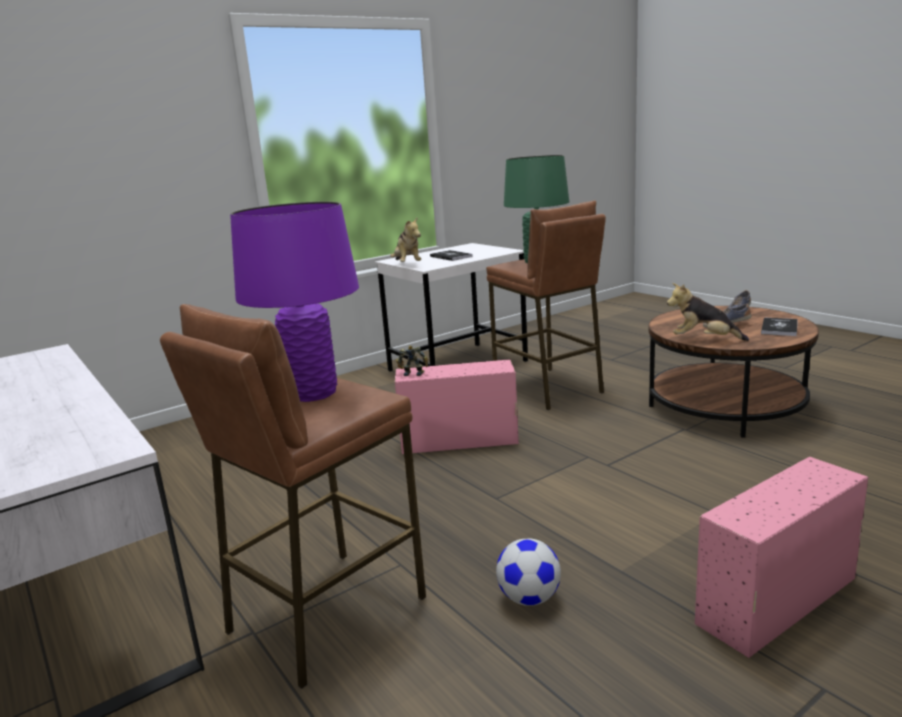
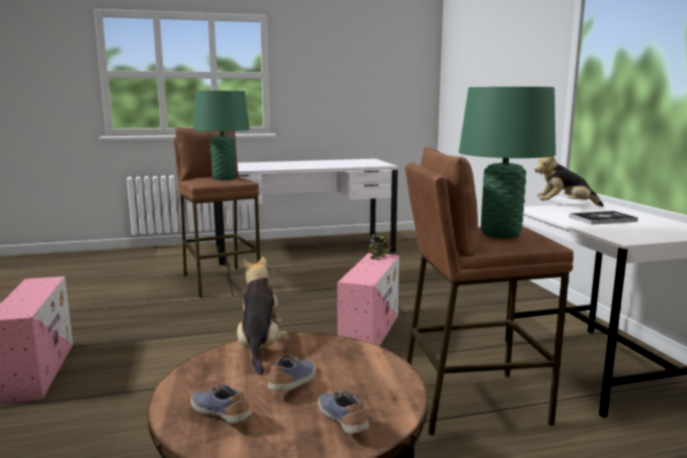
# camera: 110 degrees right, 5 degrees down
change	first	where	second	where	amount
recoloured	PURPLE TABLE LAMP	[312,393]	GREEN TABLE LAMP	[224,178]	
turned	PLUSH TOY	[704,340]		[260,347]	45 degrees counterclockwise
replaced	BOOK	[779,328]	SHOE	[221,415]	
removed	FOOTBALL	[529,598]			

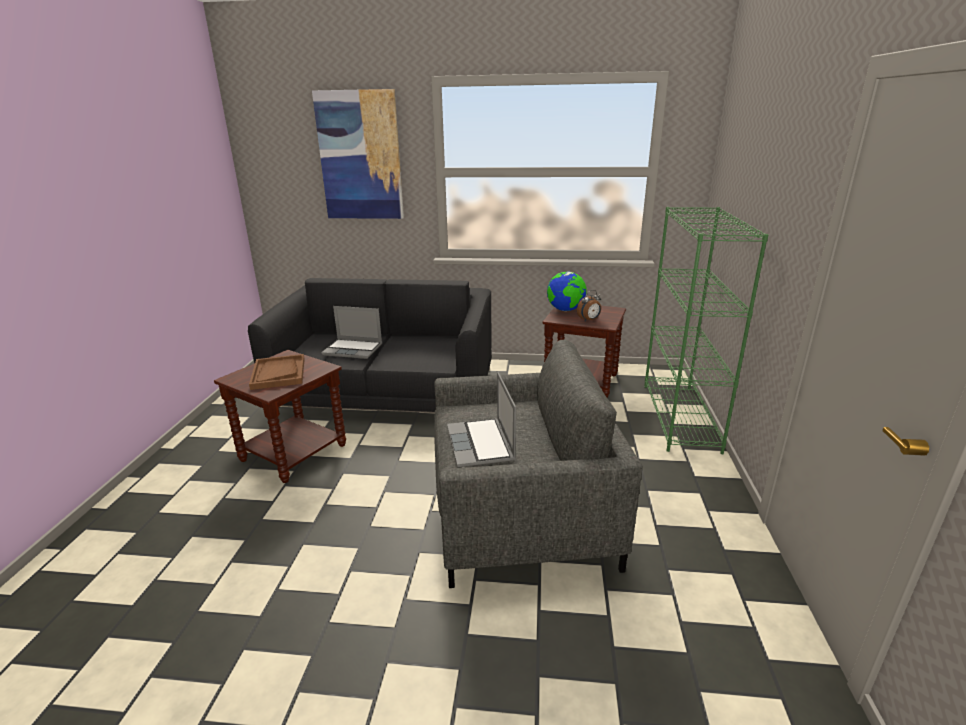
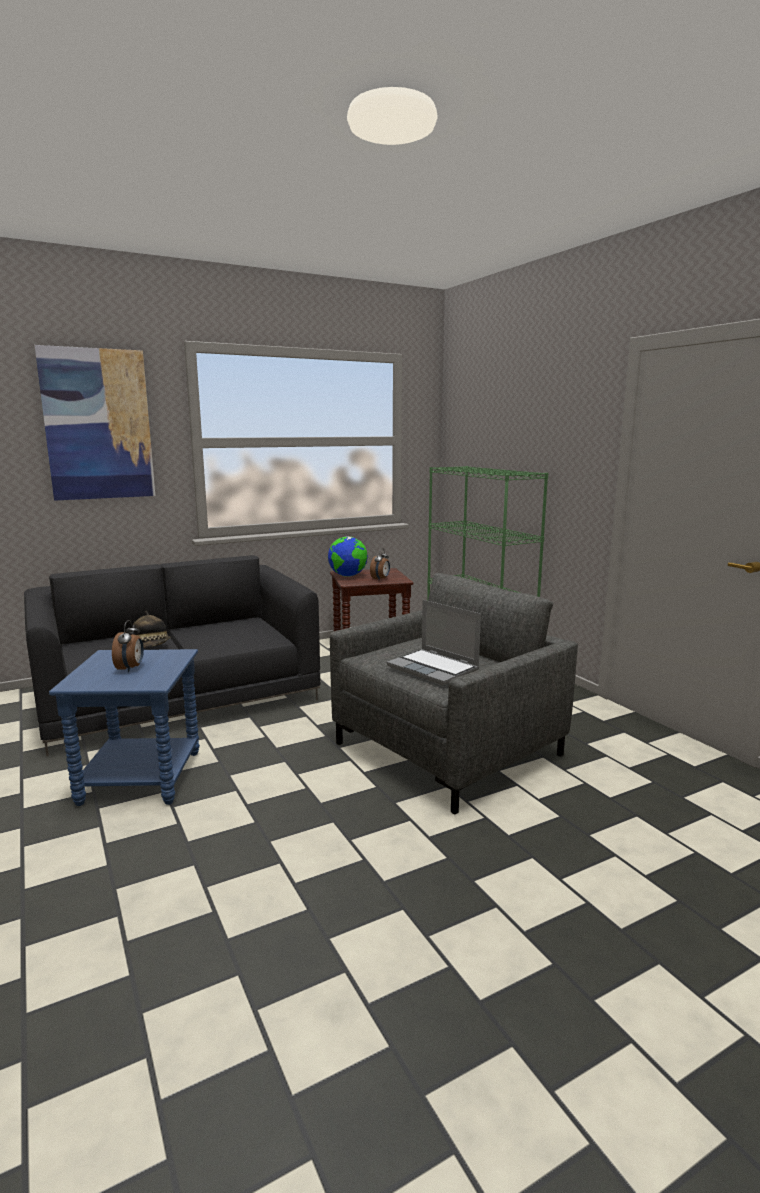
# camera: 35 degrees left, 10 degrees down
change	first	where	second	where	amount
replaced	LAPTOP	[354,349]	HAT	[151,647]	
recoloured	BROWN SIDE TABLE	[294,453]	BLUE SIDE TABLE	[142,778]	
replaced	BROWN TRAY	[278,373]	ALARM CLOCK	[130,668]	

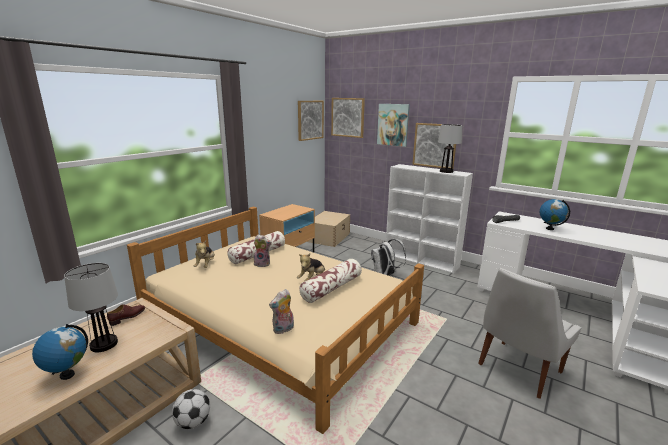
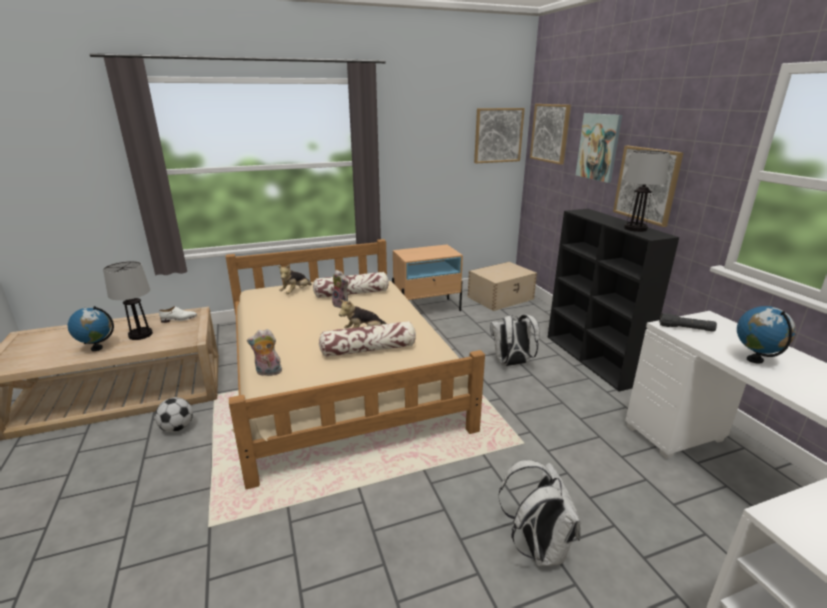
# camera: 35 degrees right, 5 degrees up
change	first	where	second	where	amount
recoloured	WHITE BOOKCASE	[422,260]	BLACK BOOKCASE	[592,359]	
replaced	WHITE CHAIR	[517,369]	WHITE BACKPACK	[537,546]	
recoloured	BROWN SHOE	[128,317]	WHITE SHOE	[179,319]	

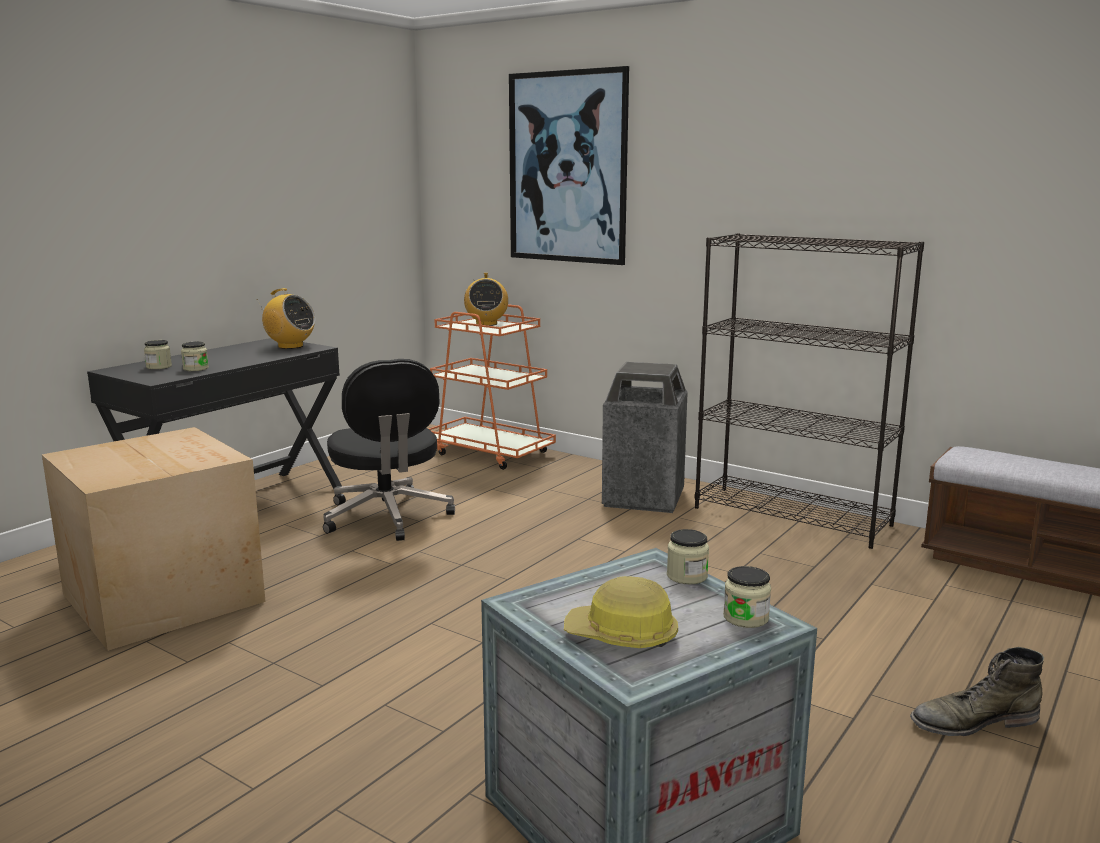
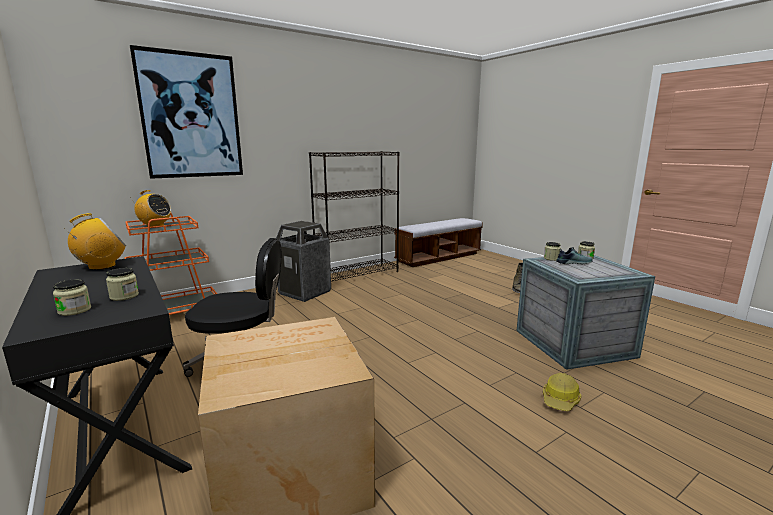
# camera: 70 degrees left, 0 degrees up
change	first	where	second	where	amount
moved	HARD HAT	[622,636]		[560,400]	
added			SHOE	[573,262]	

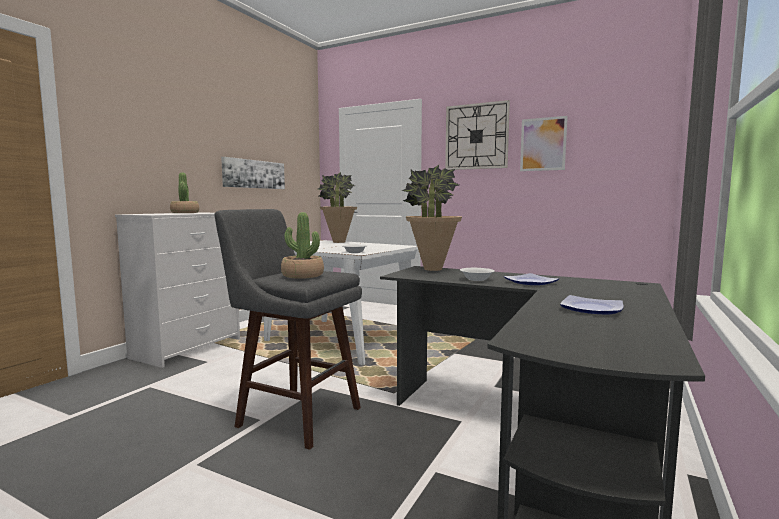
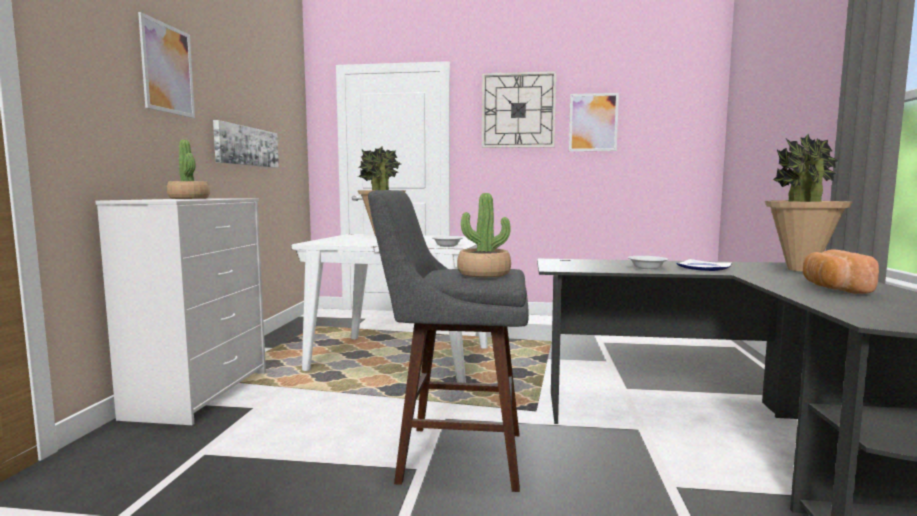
# camera: 20 degrees left, 0 degrees up
change	first	where	second	where	amount
moved	POTTED PLANT	[432,269]		[801,270]	
replaced	PLATE	[592,309]	BREAD	[833,288]	
added			PICTURE	[167,69]	

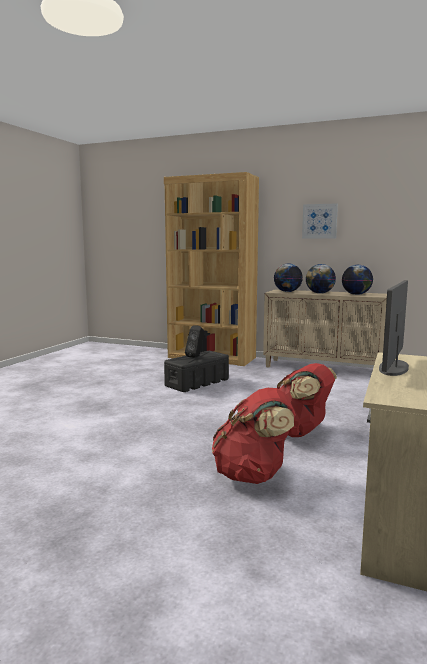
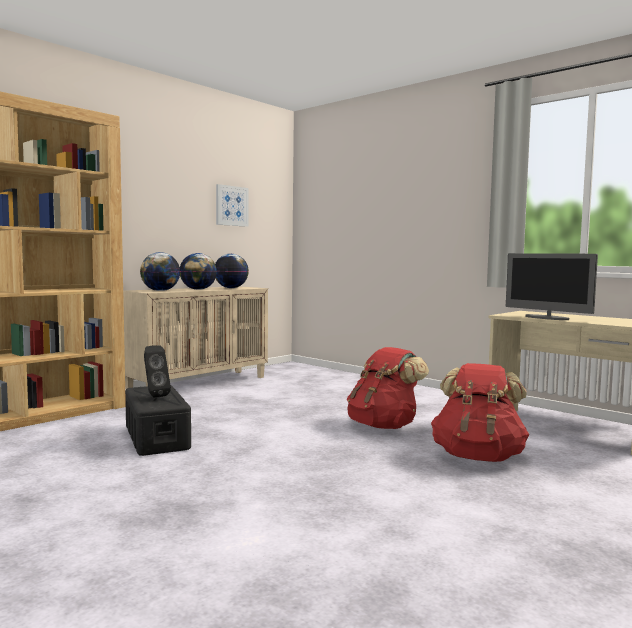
# camera: 70 degrees left, 5 degrees down
change	first	where	second	where	amount
moved	PICTURE	[319,221]		[231,206]	

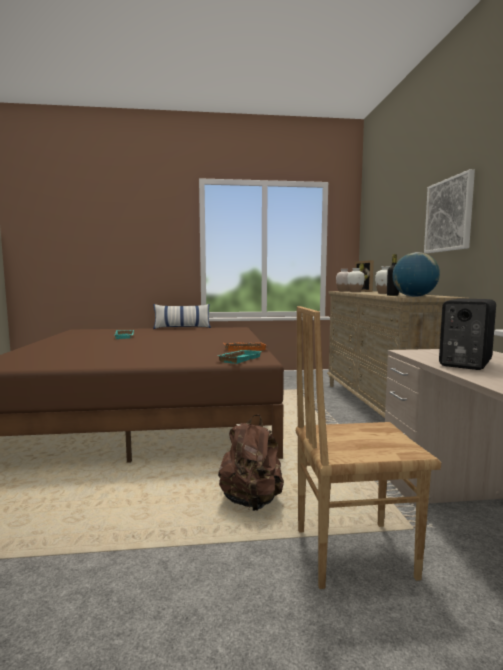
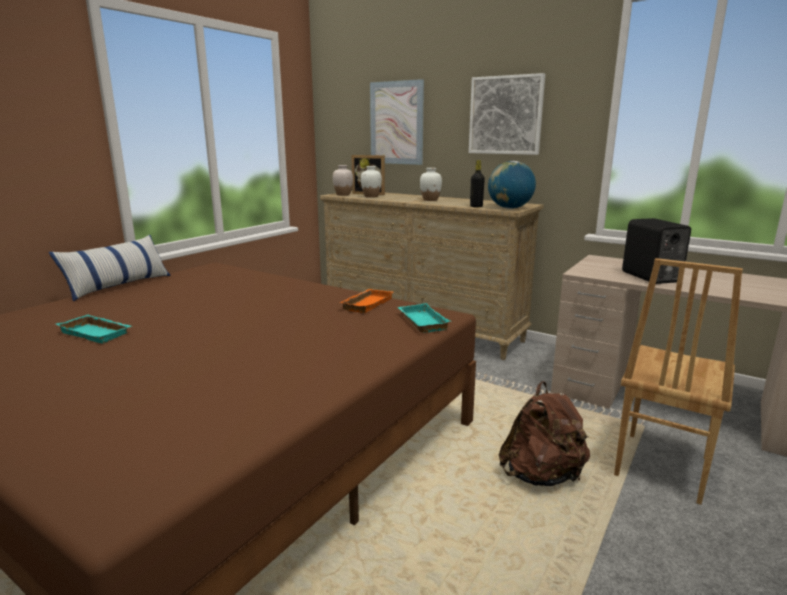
# camera: 50 degrees left, 10 degrees up
change	first	where	second	where	amount
added			PICTURE	[396,123]	

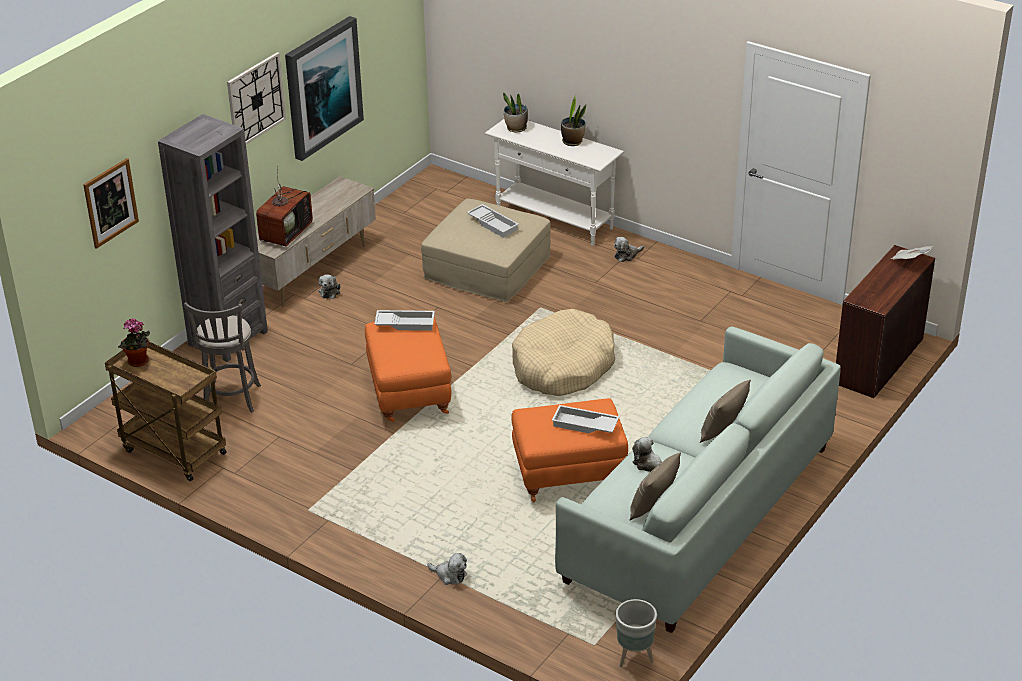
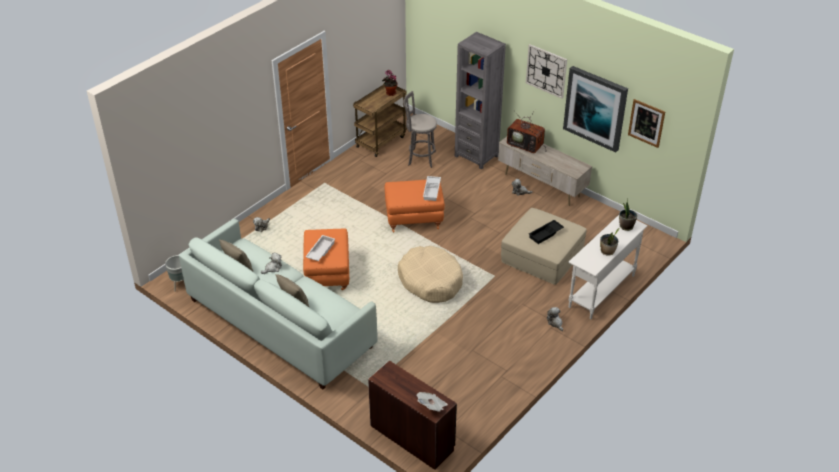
# camera: 95 degrees right, 5 degrees up
change	first	where	second	where	amount
moved	PICTURE	[110,203]		[646,123]	
recoloured	WHITE TRAY	[493,224]	BLACK TRAY	[546,234]	

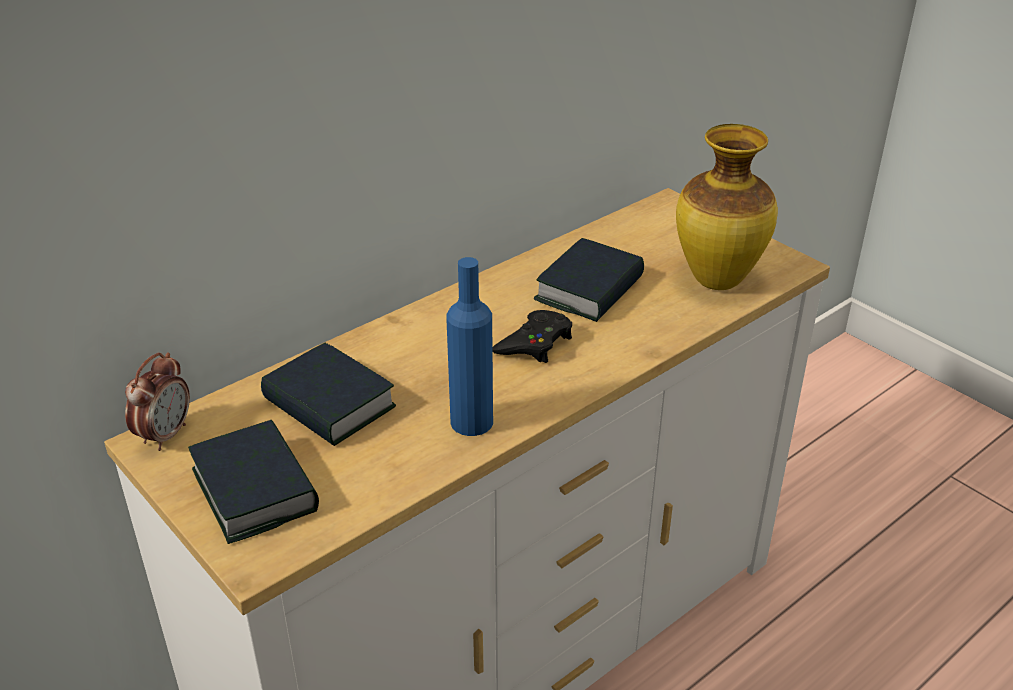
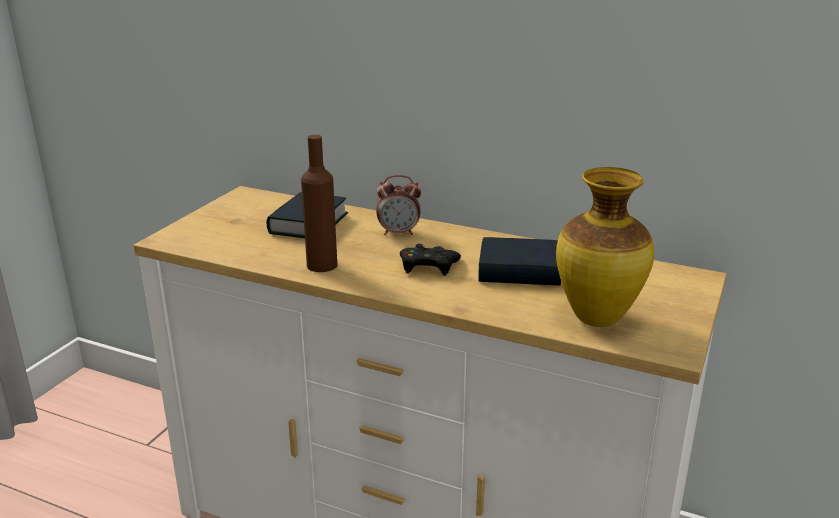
# camera: 65 degrees right, 10 degrees down
change	first	where	second	where	amount
recoloured	BLUE BOTTLE	[471,422]	BROWN BOTTLE	[322,265]	
moved	ALARM CLOCK	[165,435]		[399,232]	
removed	BOOK	[255,490]			

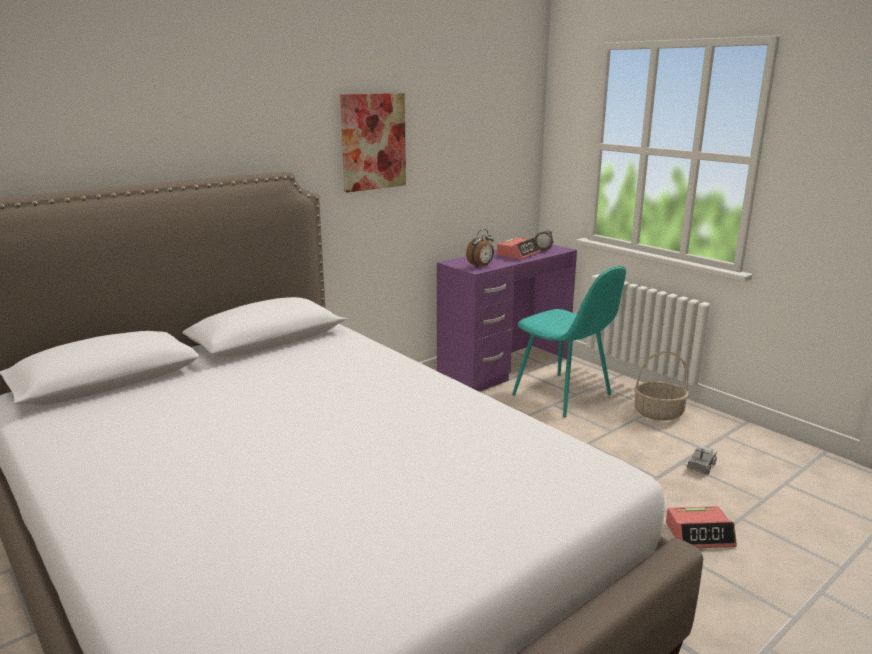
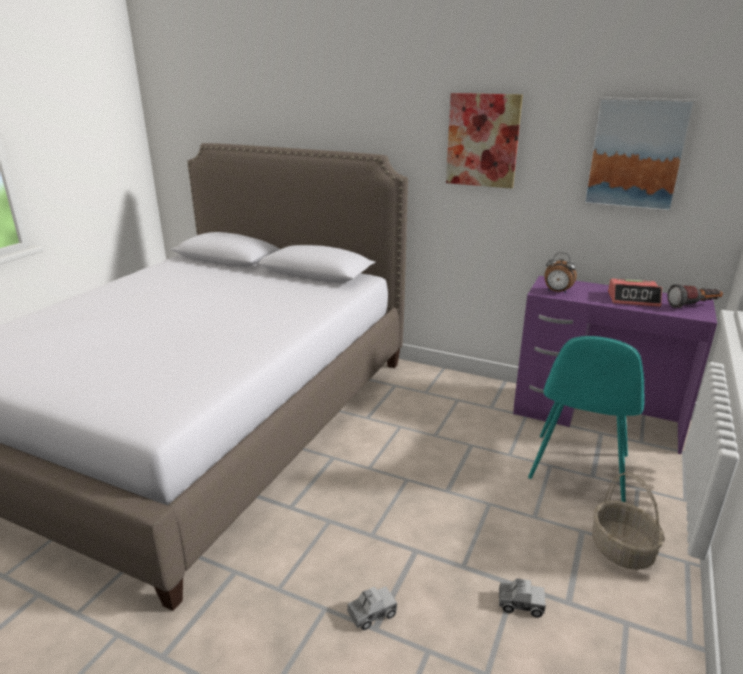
# camera: 65 degrees right, 5 degrees up
change	first	where	second	where	amount
replaced	ALARM CLOCK	[699,534]	TOY TRUCK	[372,614]	
added			PICTURE	[636,154]	

